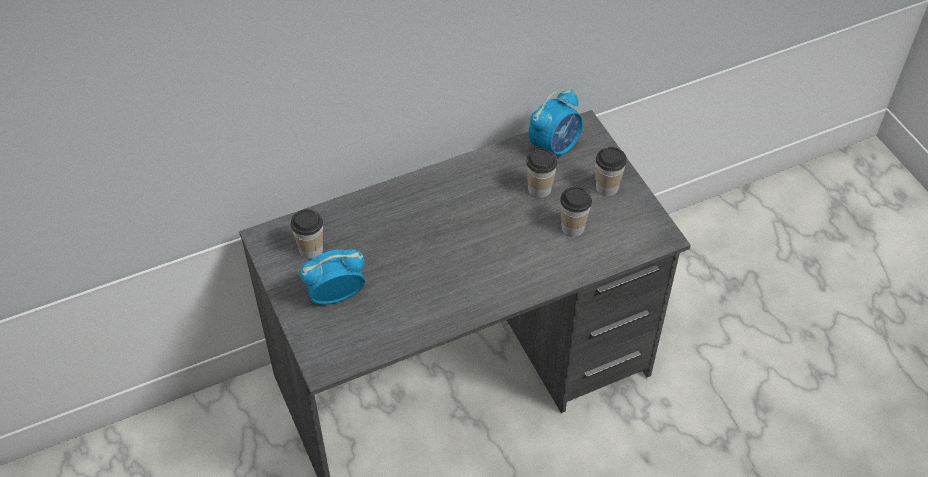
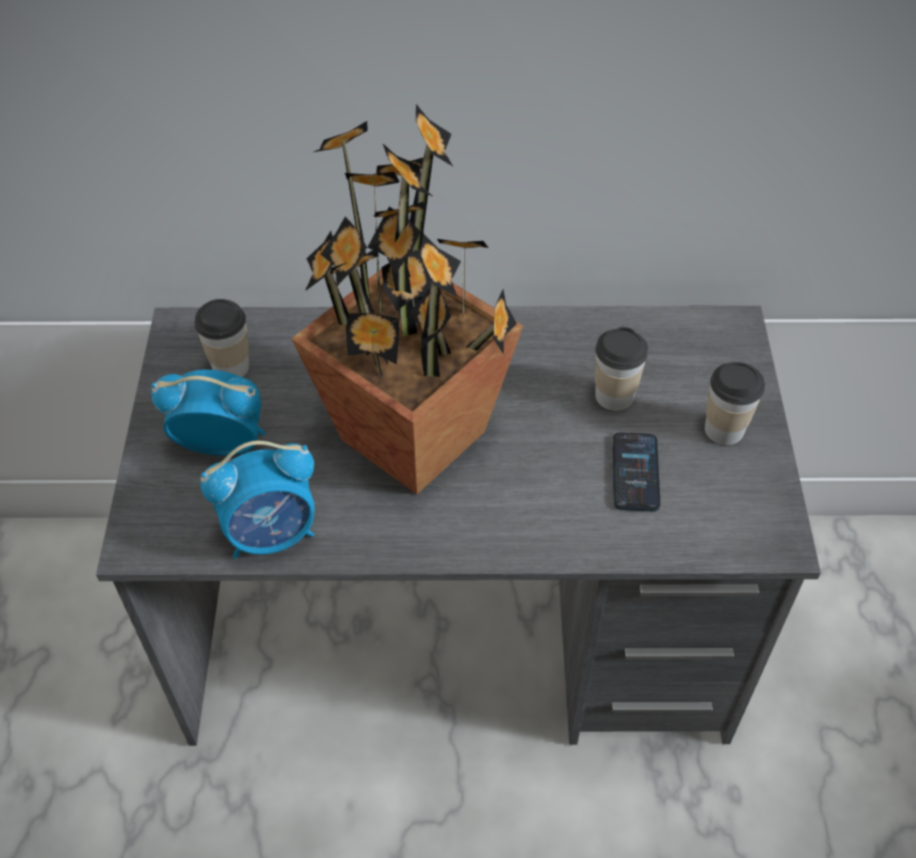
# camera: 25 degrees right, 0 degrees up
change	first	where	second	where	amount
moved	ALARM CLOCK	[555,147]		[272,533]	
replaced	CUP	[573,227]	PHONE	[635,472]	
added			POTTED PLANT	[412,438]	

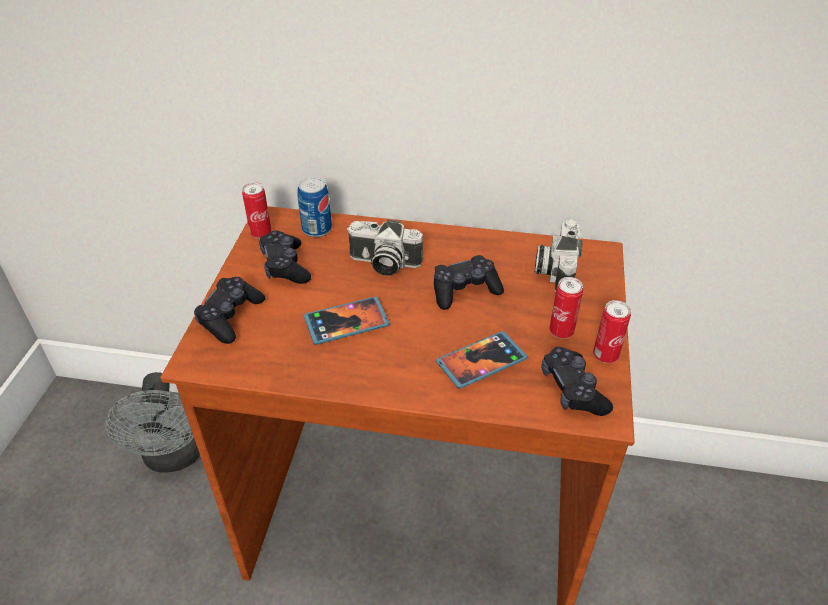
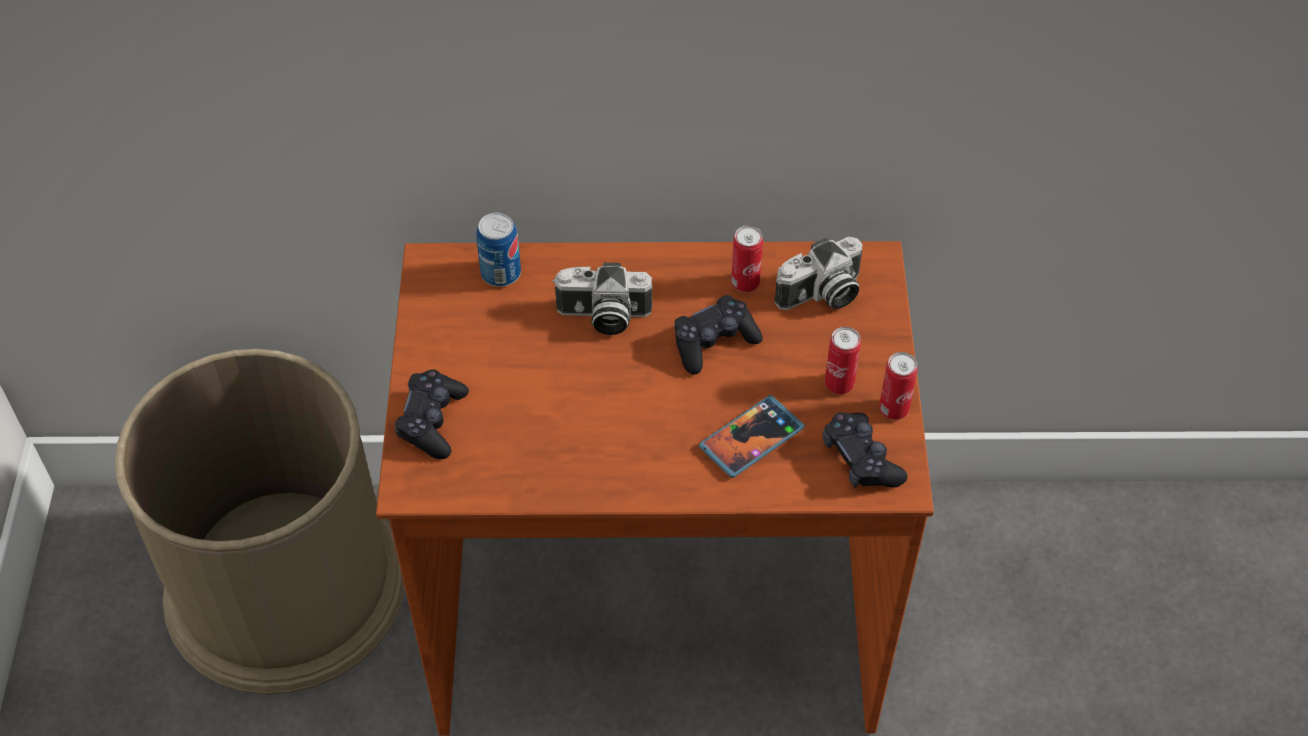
# camera: 10 degrees left, 10 degrees up
change	first	where	second	where	amount
moved	CAN	[261,233]		[745,283]	
turned	PHOTO CAMERA	[555,269]		[821,295]	120 degrees counterclockwise
removed	BLACK GAME CONTROLLER	[285,266]			
removed	PHONE	[346,323]			
replaced	GREY FAN	[173,457]	BROWN TRASH CAN	[286,584]	

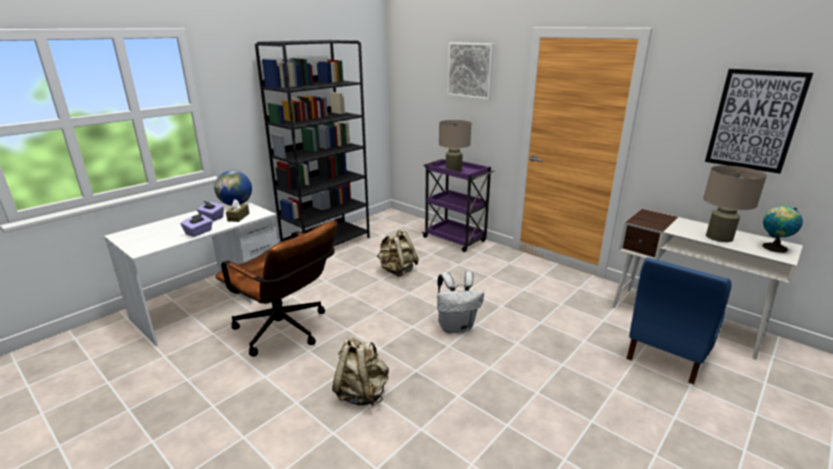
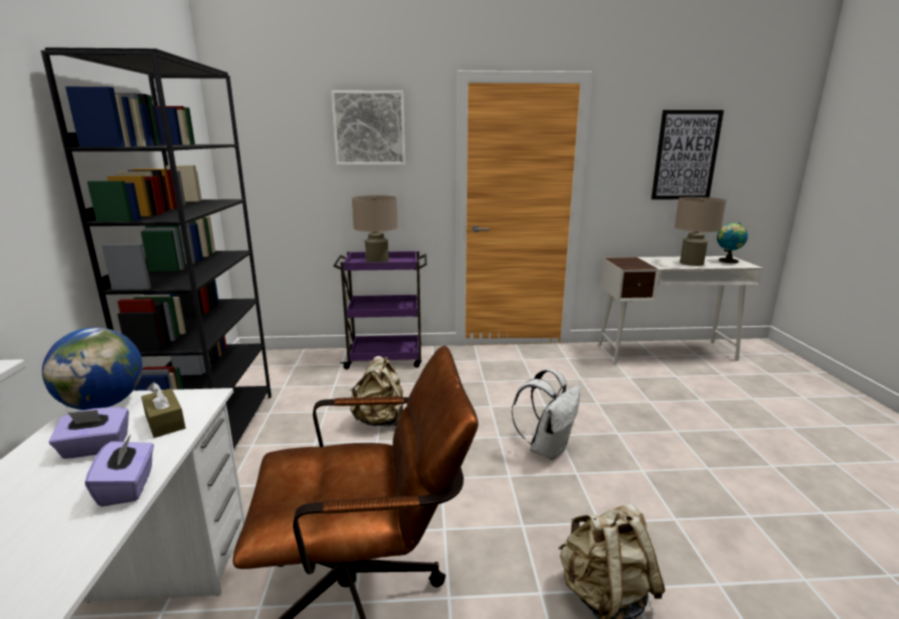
# camera: 45 degrees left, 5 degrees down
change	first	where	second	where	amount
removed	BLUE CHAIR	[666,354]			

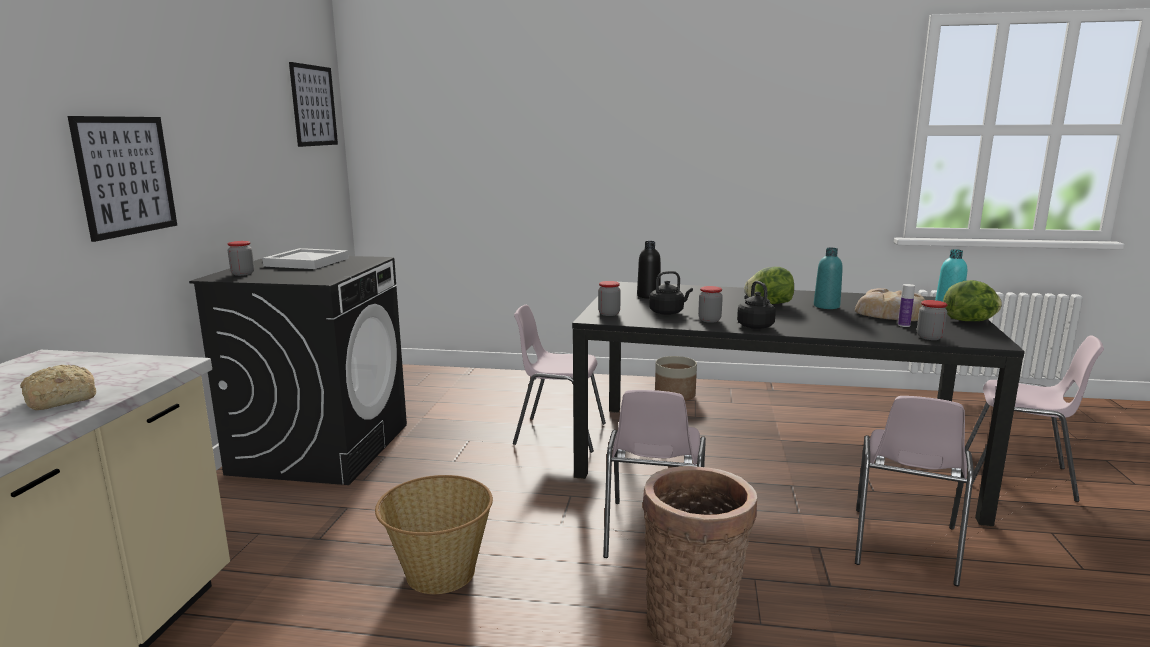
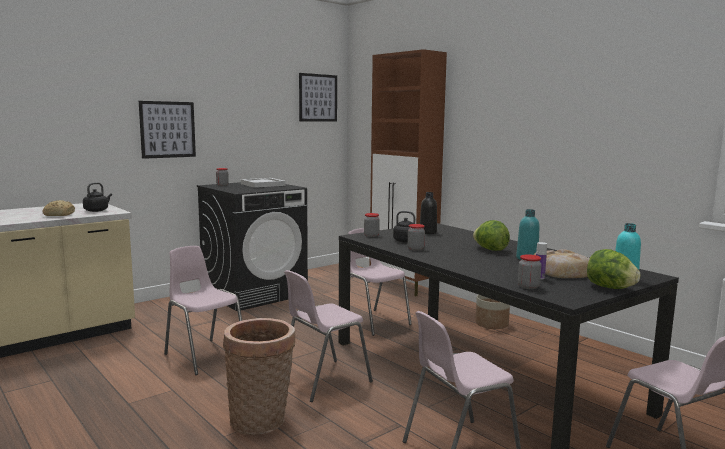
# camera: 40 degrees right, 5 degrees down
change	first	where	second	where	amount
moved	BLACK KETTLE	[754,325]		[97,210]	
replaced	BASKET	[439,573]	PINK CHAIR	[205,356]	
added			BROWN CABINET	[403,286]	

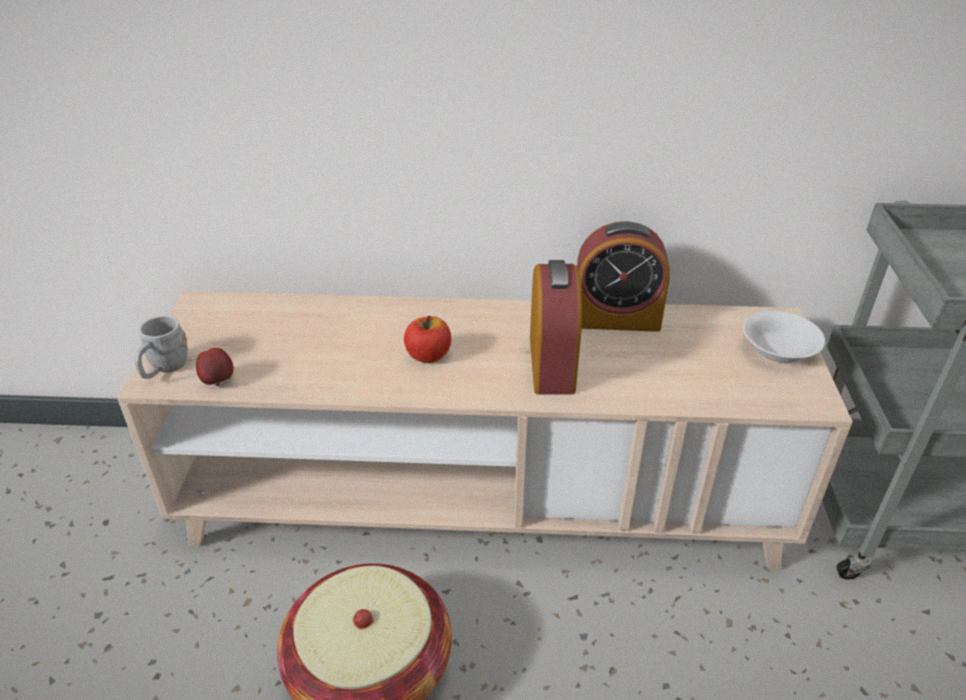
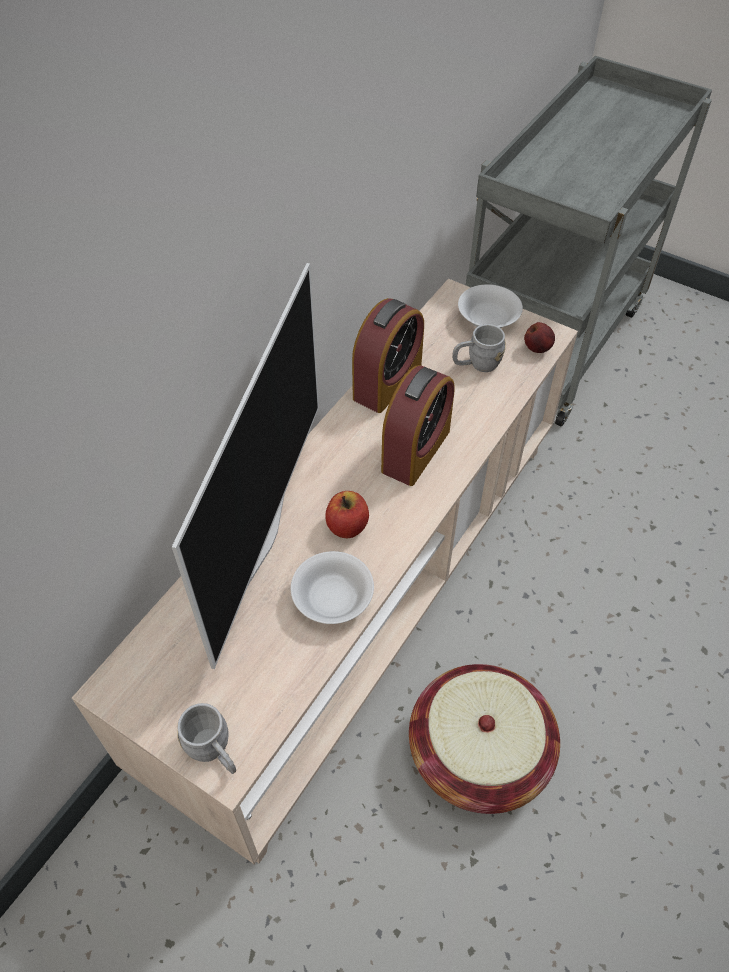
# camera: 60 degrees left, 15 degrees up
change	first	where	second	where	amount
turned	ALARM CLOCK	[551,364]		[416,451]	90 degrees clockwise
moved	APPLE	[218,381]		[537,348]	
added			TELEVISION	[259,536]	
added			GREY MUG	[476,364]	
added			WHITE BOWL	[334,598]	

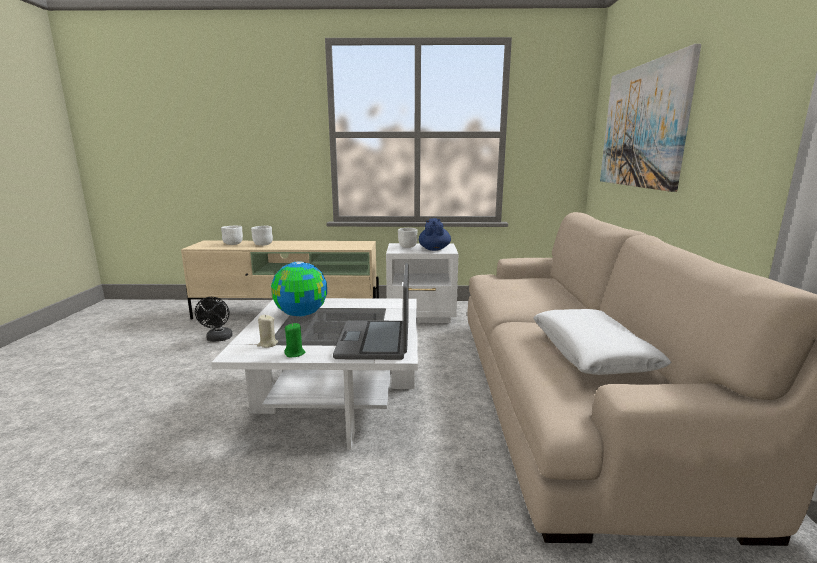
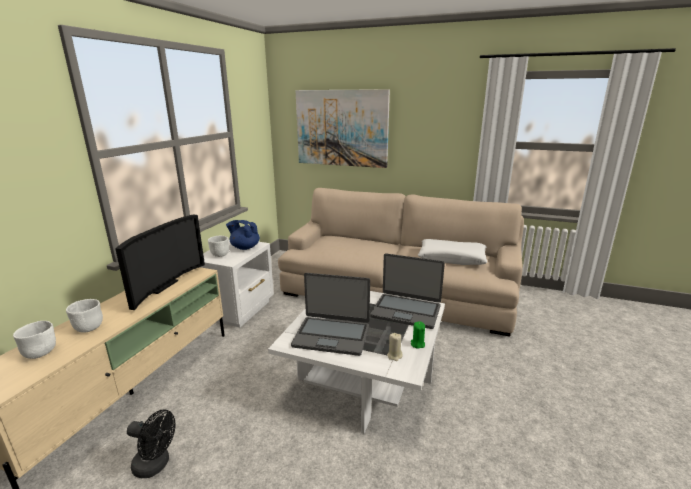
# camera: 70 degrees left, 5 degrees up
change	first	where	second	where	amount
replaced	GLOBE	[301,314]	LAPTOP	[332,335]	
added			TELEVISION	[160,286]	

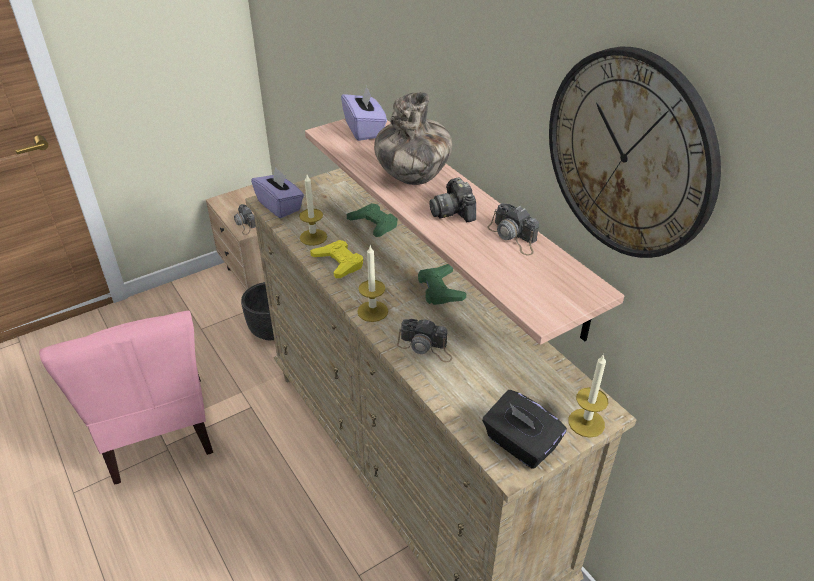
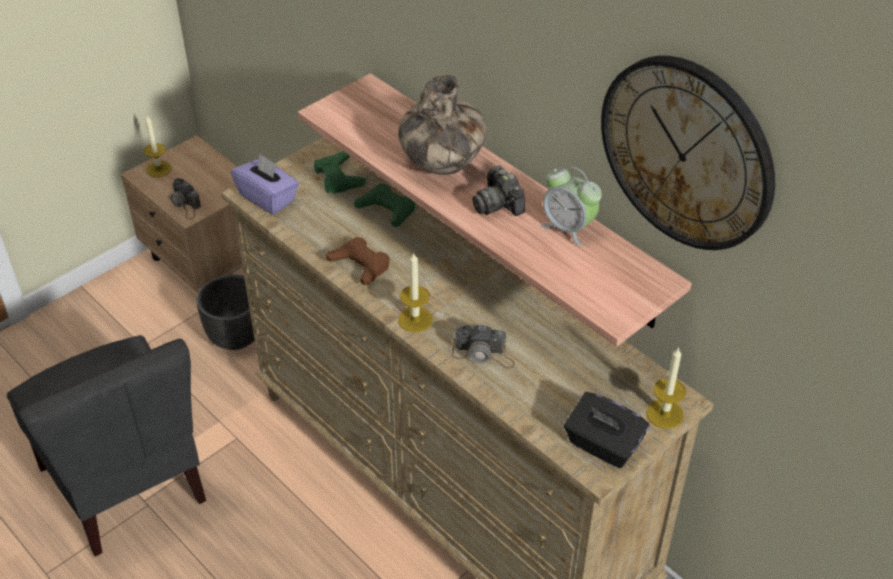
# camera: 10 degrees left, 5 degrees up
change	first	where	second	where	amount
removed	PURPLE TISSUE BOX	[364,130]			
moved	CANDLE	[313,237]		[158,169]	
replaced	PHOTO CAMERA	[513,237]	ALARM CLOCK	[568,228]	
recoloured	YELLOW GAME CONTROLLER	[339,263]	BROWN GAME CONTROLLER	[360,265]	
moved	GREEN GAME CONTROLLER	[440,289]		[338,177]	
recoloured	PINK CHAIR	[157,430]	GREY CHAIR	[126,483]	

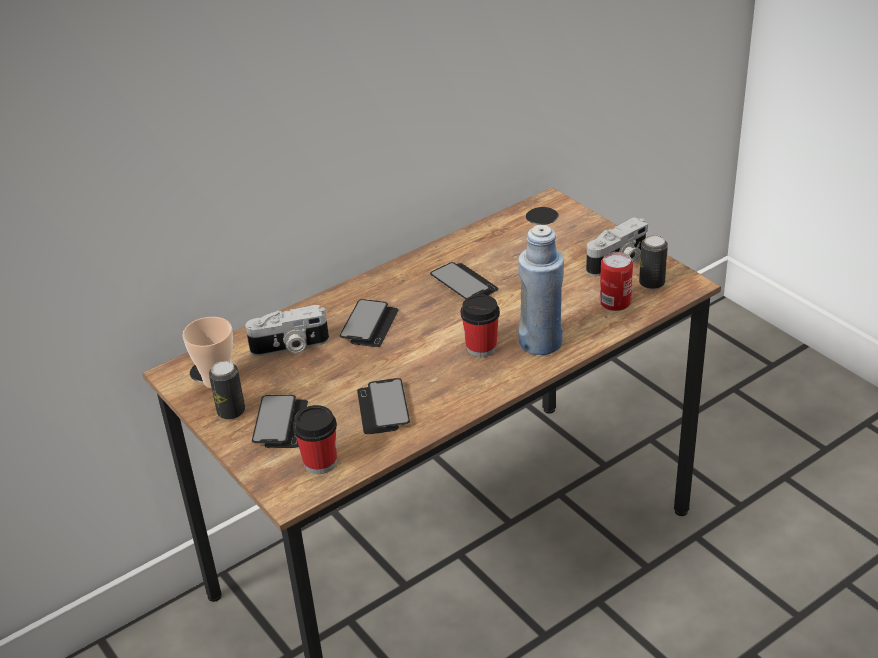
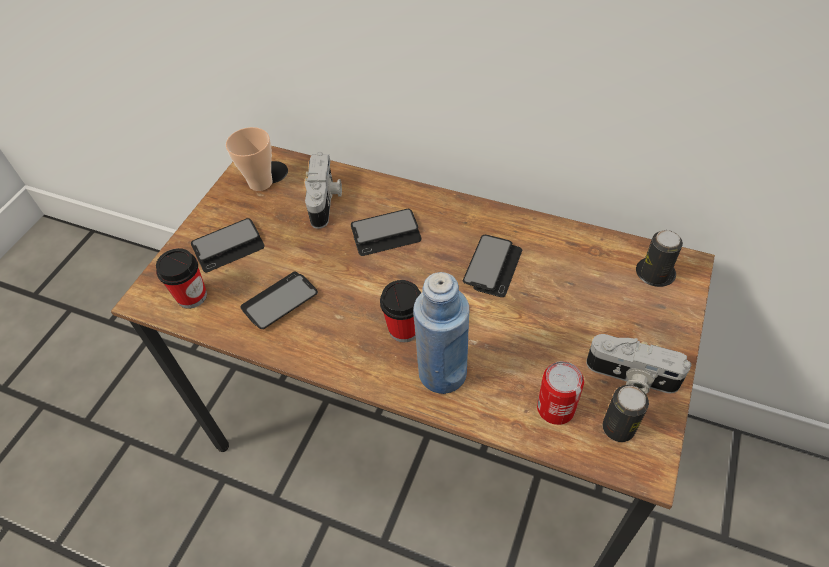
# camera: 60 degrees right, 15 degrees up
change	first	where	second	where	amount
turned	PHOTO CAMERA	[290,347]		[325,201]	135 degrees counterclockwise
moved	CAN	[231,411]		[654,274]	

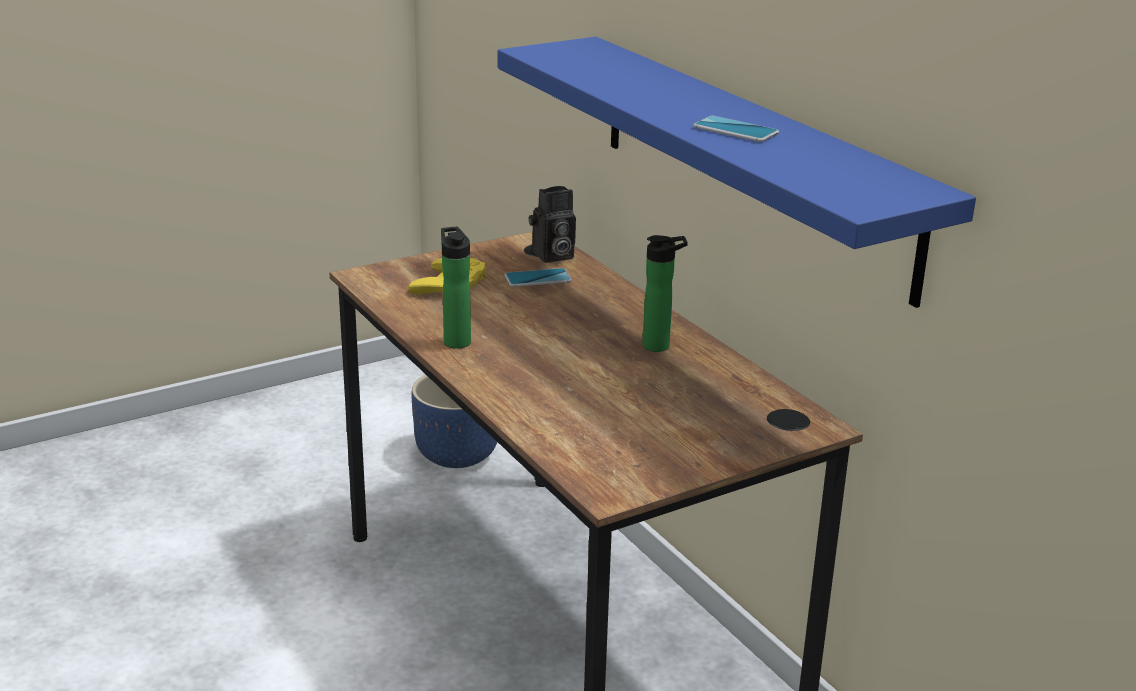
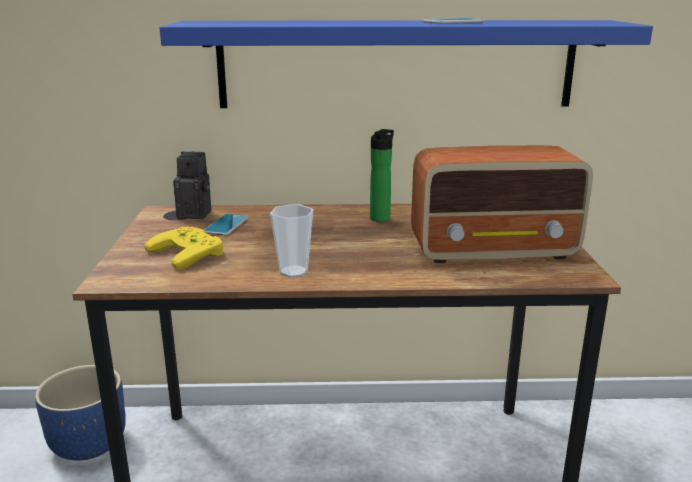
# camera: 60 degrees left, 5 degrees down
change	first	where	second	where	amount
turned	PHOTO CAMERA	[552,256]		[197,213]	90 degrees counterclockwise
replaced	BOTTLE	[456,340]	CUP	[293,272]	
added			RADIO	[494,251]	

